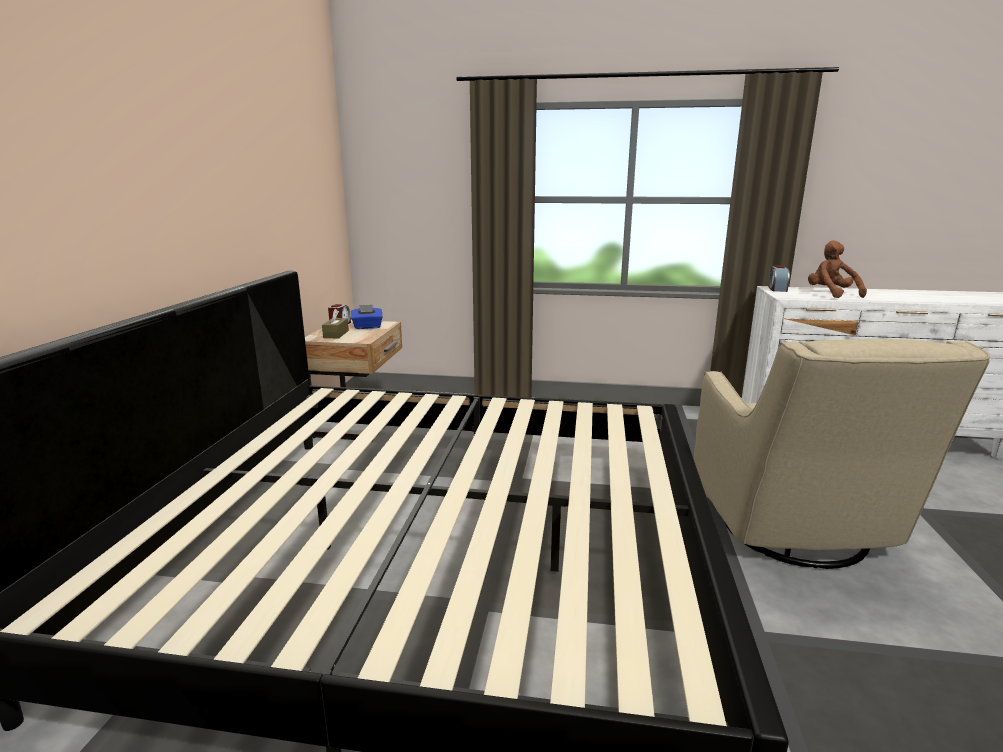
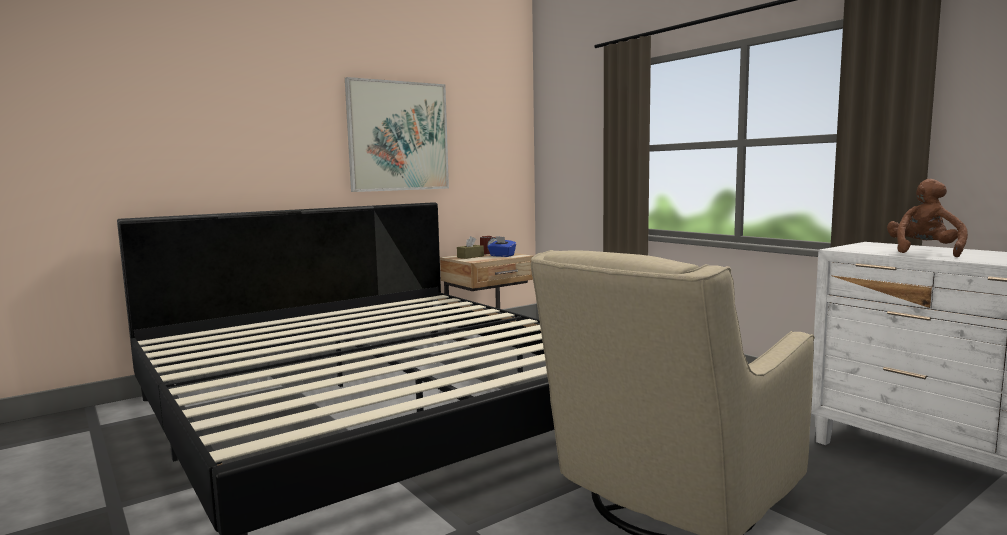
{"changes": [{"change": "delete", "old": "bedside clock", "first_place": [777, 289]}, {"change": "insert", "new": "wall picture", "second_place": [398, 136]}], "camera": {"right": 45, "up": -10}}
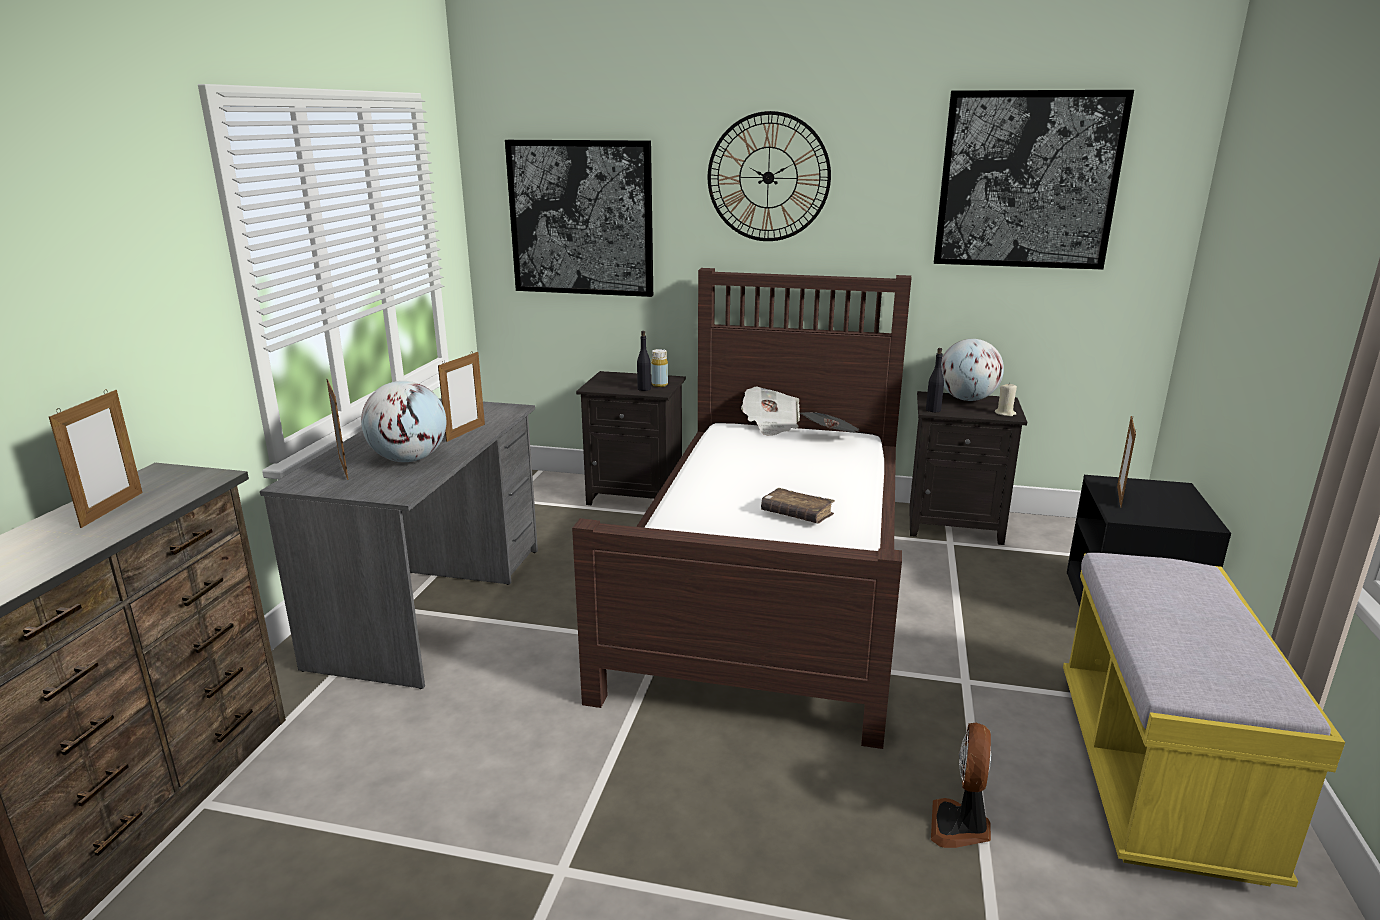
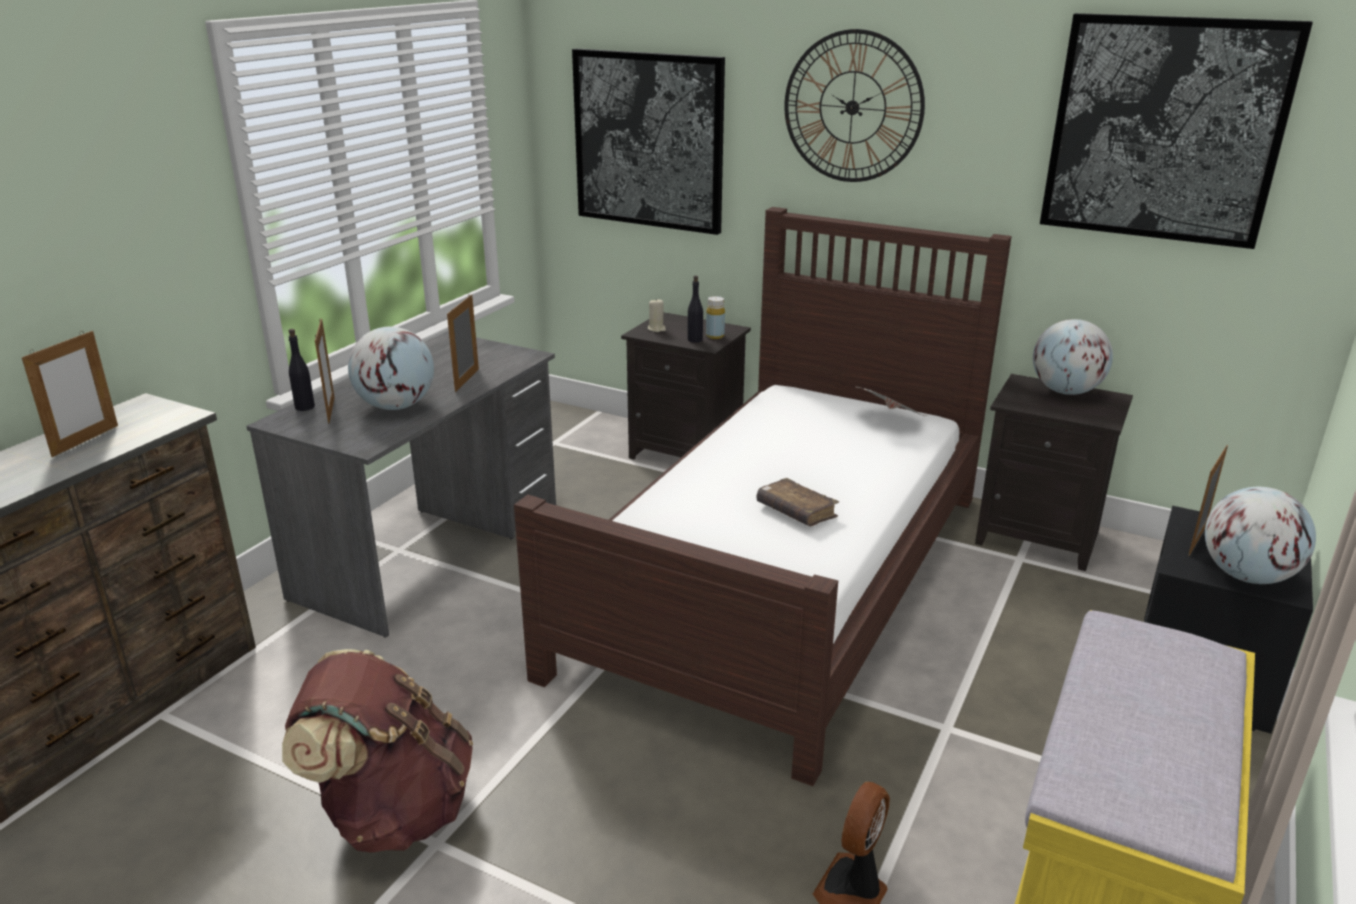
{"changes": [{"change": "delete", "old": "daily paper", "first_place": [770, 425]}, {"change": "insert", "new": "backpack/brown", "second_place": [392, 811]}, {"change": "insert", "new": "world globe", "second_place": [1246, 576]}, {"change": "move", "old": "drink bottle/black", "first_place": [933, 410], "second_place": [305, 407]}, {"change": "move", "old": "wax candle/sand-coloured", "first_place": [1005, 413], "second_place": [656, 329]}, {"change": "rotate", "old": "picture frame", "first_place": [465, 432], "second_place": [467, 380], "degrees": 150}], "camera": {"right": 15, "up": 5}}
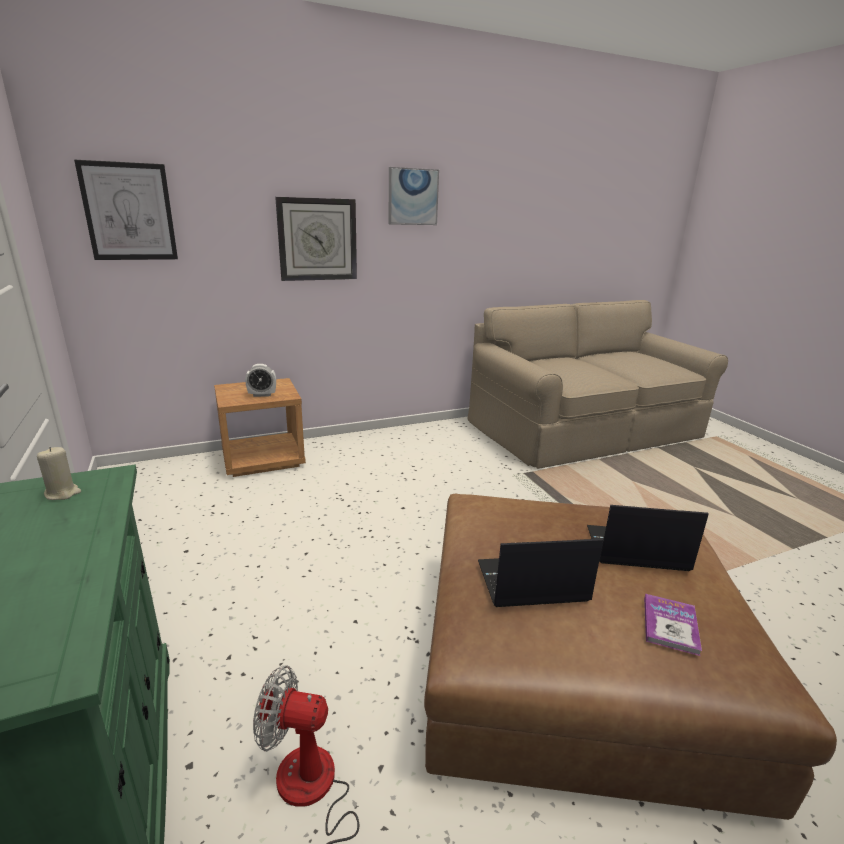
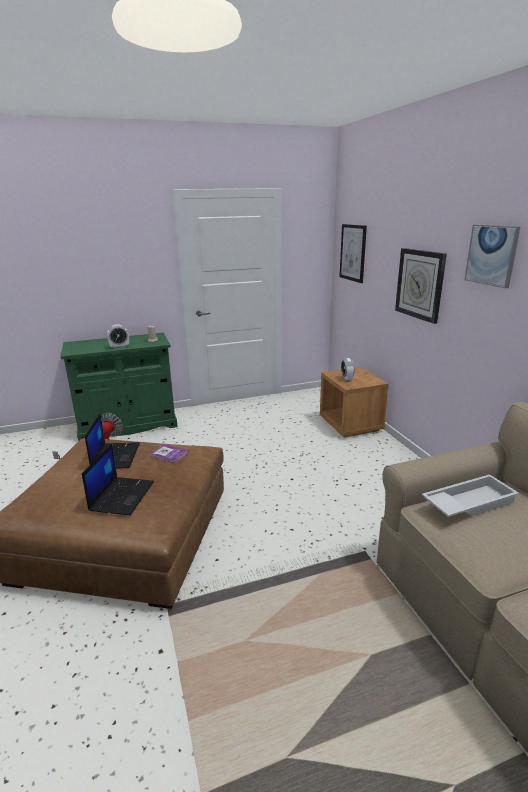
{"changes": [{"change": "insert", "new": "bedside clock", "second_place": [119, 347]}, {"change": "insert", "new": "serving tray/white", "second_place": [468, 502]}, {"change": "move", "old": "bound book", "first_place": [670, 625], "second_place": [169, 454]}], "camera": {"right": 95, "up": 0}}
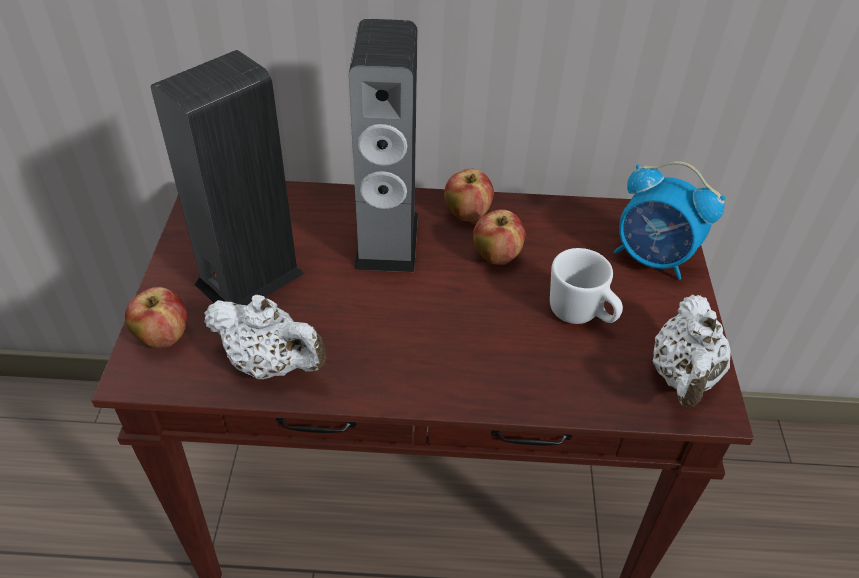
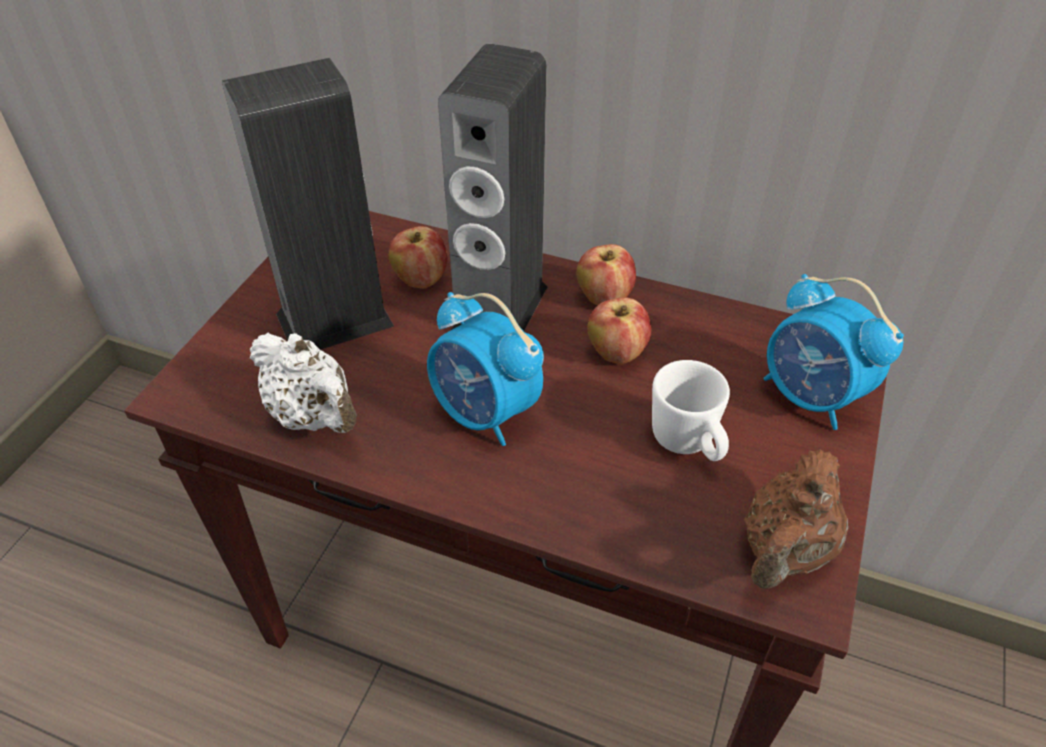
{"changes": [{"change": "insert", "new": "bedside clock", "second_place": [485, 413]}, {"change": "move", "old": "apple", "first_place": [163, 337], "second_place": [421, 279]}, {"change": "recolor", "old": "pot for tea/white", "new": "pot for tea/brown", "first_place": [682, 378], "second_place": [784, 551]}], "camera": {"right": 20, "up": 0}}
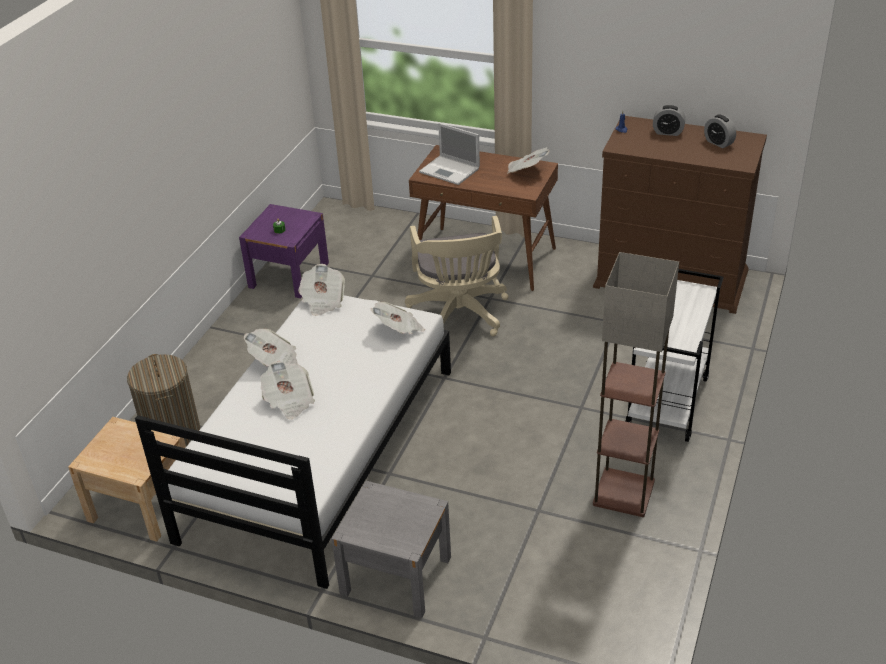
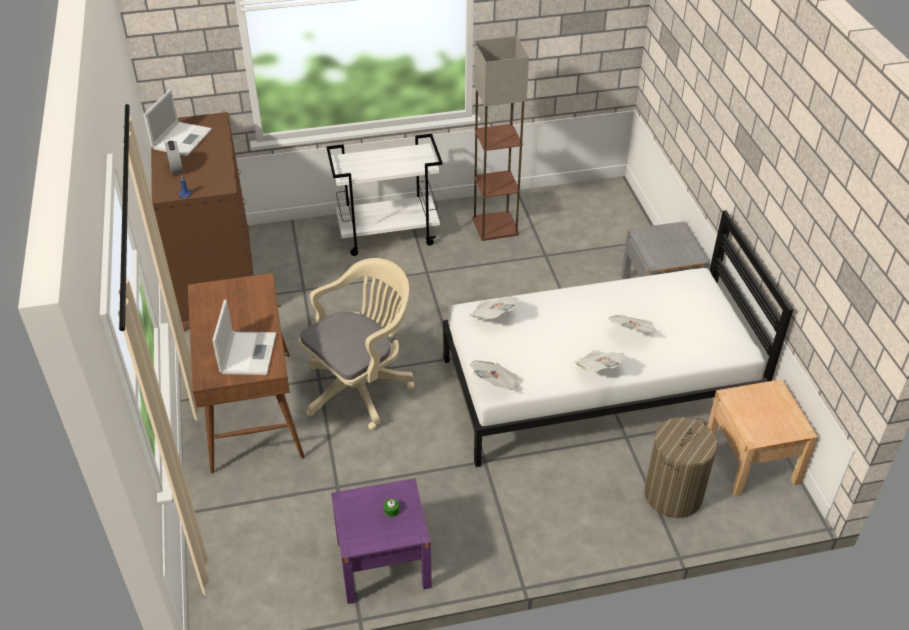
{"changes": [{"change": "delete", "old": "daily paper", "first_place": [526, 171]}, {"change": "replace", "old": "bedside clock", "new": "laptop", "first_place": [718, 143], "second_place": [182, 138]}], "camera": {"right": -125, "up": 5}}
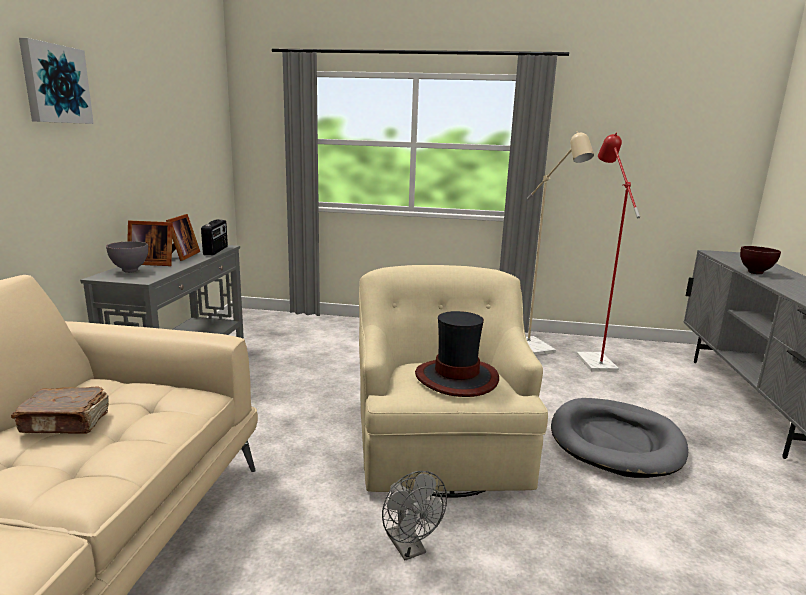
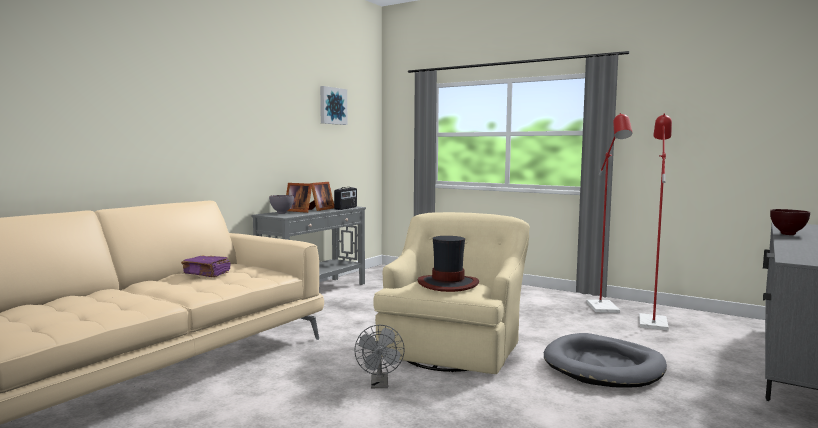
{"changes": [{"change": "move", "old": "wall picture", "first_place": [55, 84], "second_place": [332, 106]}, {"change": "recolor", "old": "bound book/brown", "new": "bound book/purplish", "first_place": [66, 423], "second_place": [207, 273]}, {"change": "recolor", "old": "standing lamp/sand-coloured", "new": "standing lamp/reddish", "first_place": [538, 349], "second_place": [605, 309]}], "camera": {"right": 25, "up": -10}}
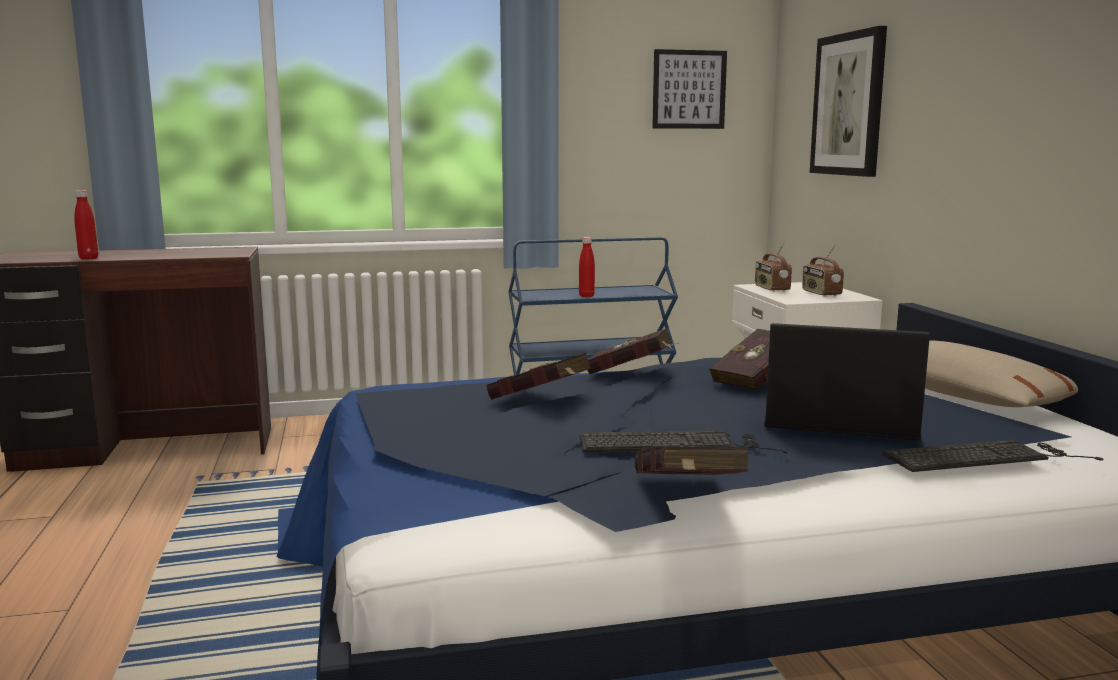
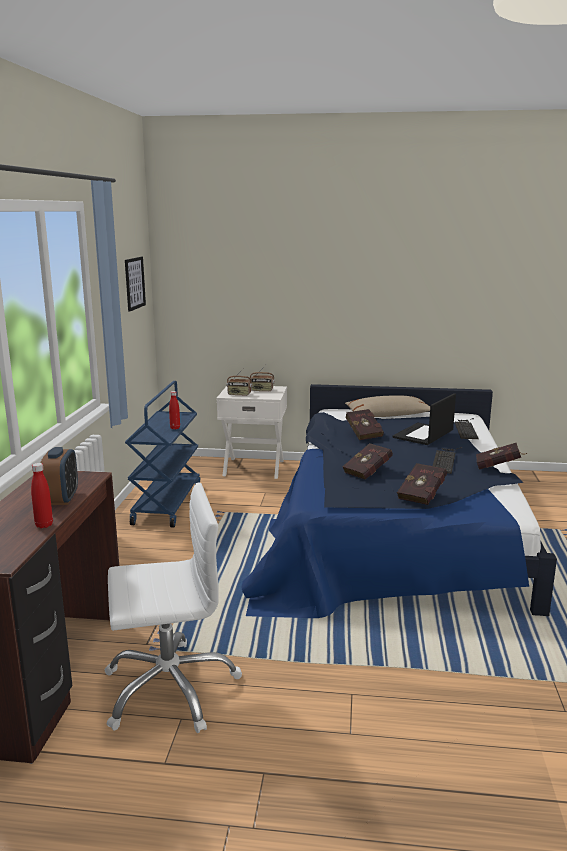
{"changes": [{"change": "delete", "old": "wall picture", "first_place": [849, 104]}, {"change": "insert", "new": "bedside clock", "second_place": [62, 499]}, {"change": "insert", "new": "office chair/white", "second_place": [170, 688]}, {"change": "move", "old": "bound book/reddish", "first_place": [632, 374], "second_place": [423, 495]}], "camera": {"right": -70, "up": 5}}
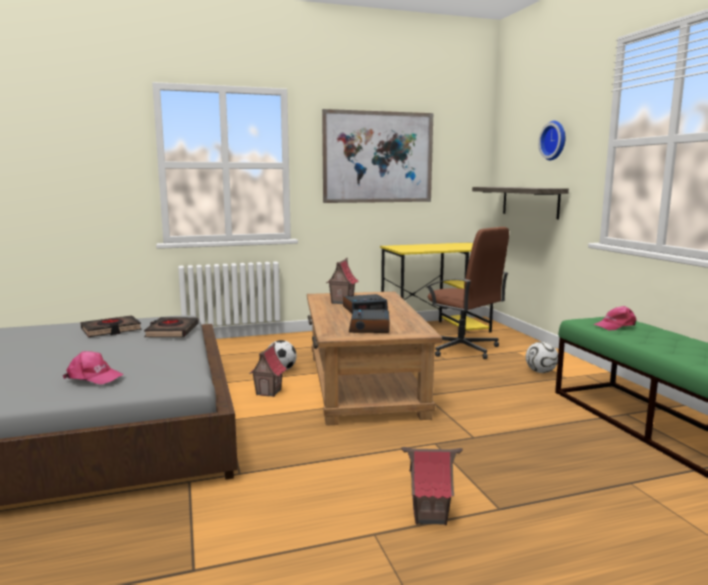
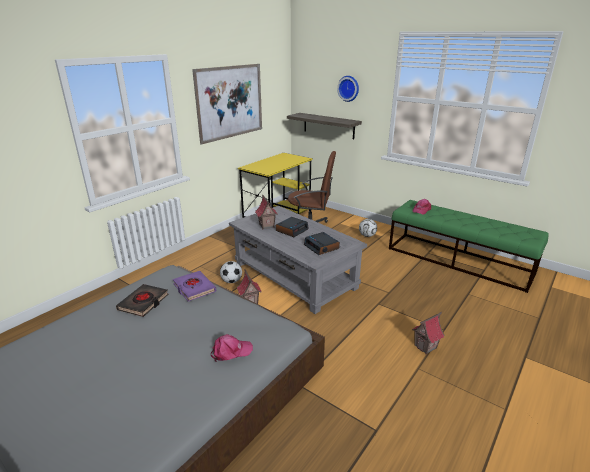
{"changes": [{"change": "recolor", "old": "bound book/black", "new": "bound book/purplish", "first_place": [172, 331], "second_place": [194, 288]}, {"change": "recolor", "old": "lounge table/brown", "new": "lounge table/grey", "first_place": [363, 384], "second_place": [294, 275]}], "camera": {"right": -35, "up": 15}}
